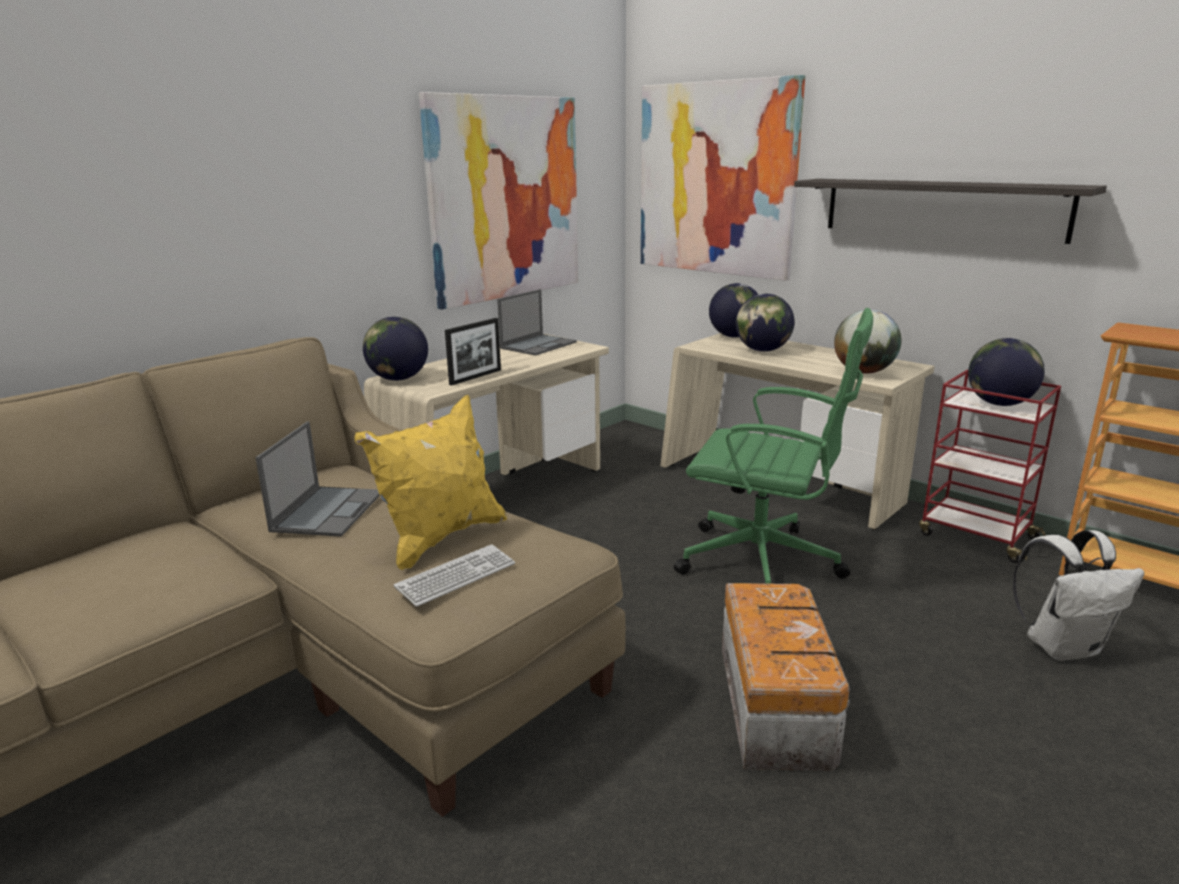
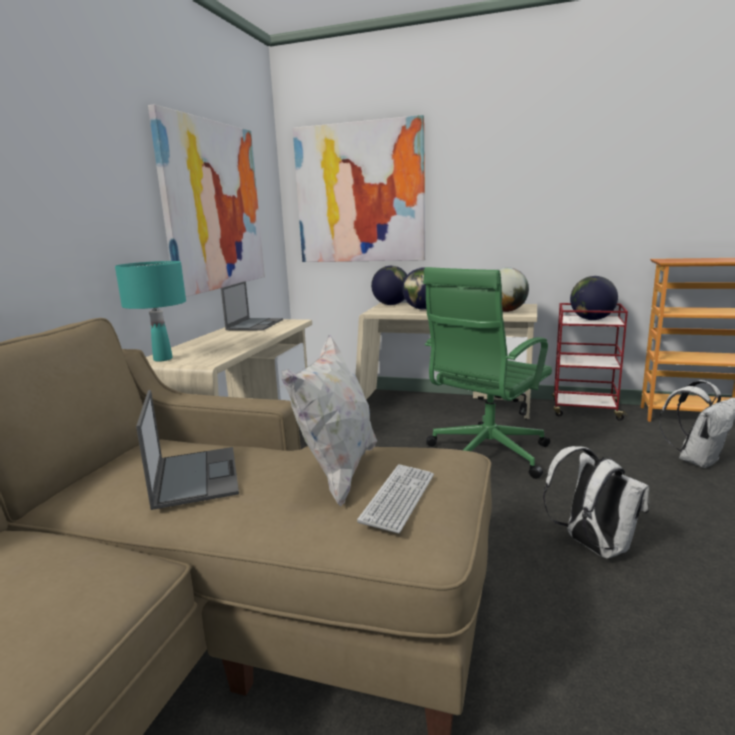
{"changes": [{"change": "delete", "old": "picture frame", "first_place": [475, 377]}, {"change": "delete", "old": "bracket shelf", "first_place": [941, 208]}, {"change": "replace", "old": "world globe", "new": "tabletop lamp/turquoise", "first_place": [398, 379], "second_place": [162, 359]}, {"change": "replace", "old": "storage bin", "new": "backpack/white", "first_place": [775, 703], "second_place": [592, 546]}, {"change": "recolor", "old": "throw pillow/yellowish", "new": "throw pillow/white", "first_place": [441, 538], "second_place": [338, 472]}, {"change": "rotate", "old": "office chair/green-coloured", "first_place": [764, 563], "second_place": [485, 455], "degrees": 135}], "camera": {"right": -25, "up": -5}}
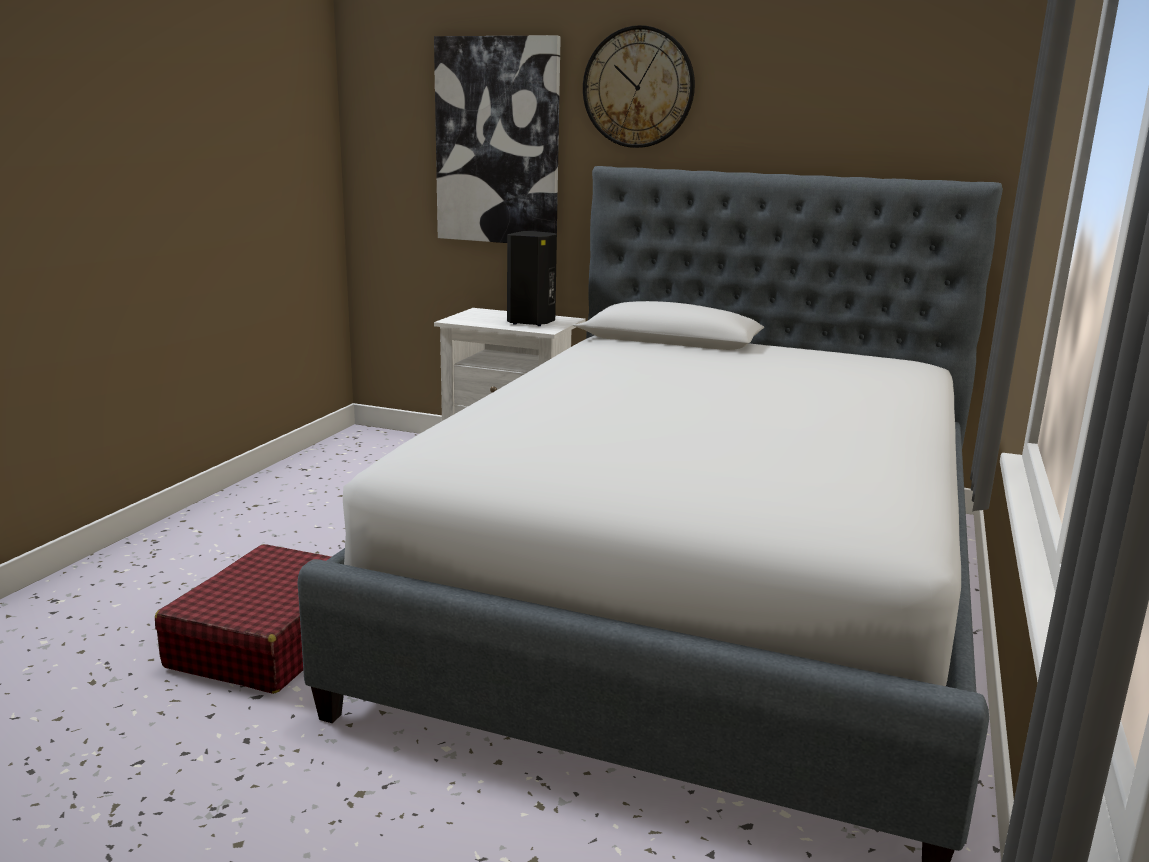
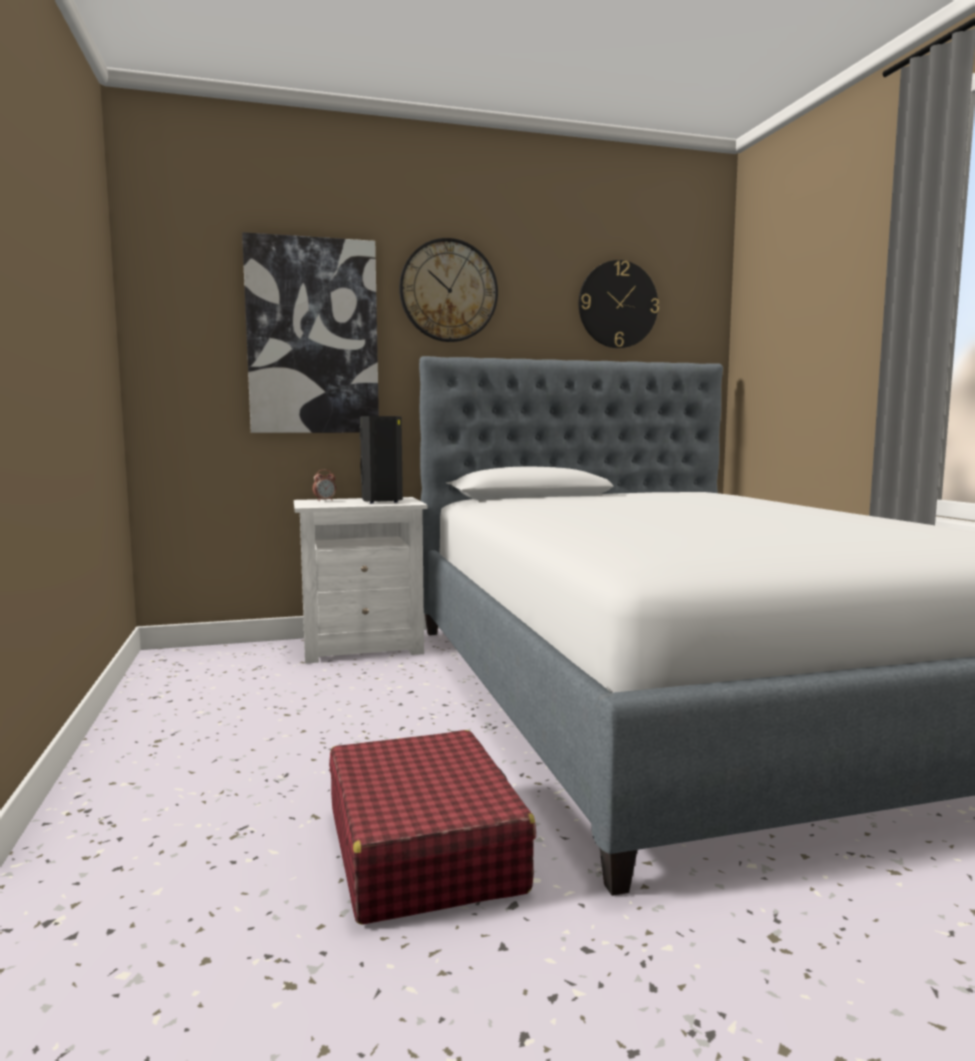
{"changes": [{"change": "insert", "new": "bedside clock", "second_place": [324, 500]}, {"change": "insert", "new": "wall clock", "second_place": [618, 304]}], "camera": {"right": -35, "up": -10}}
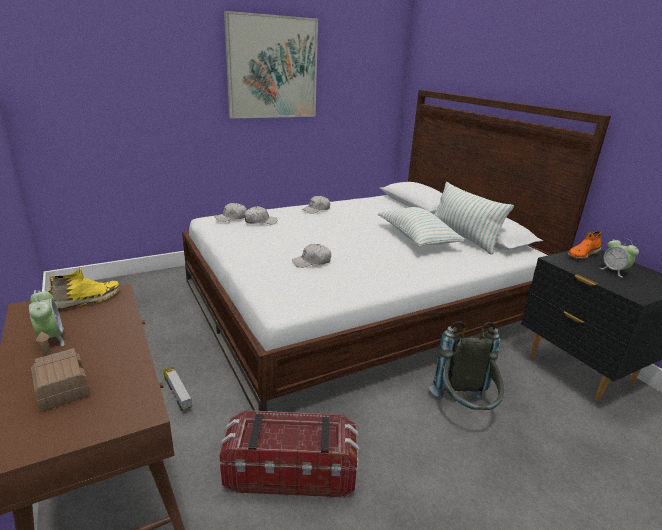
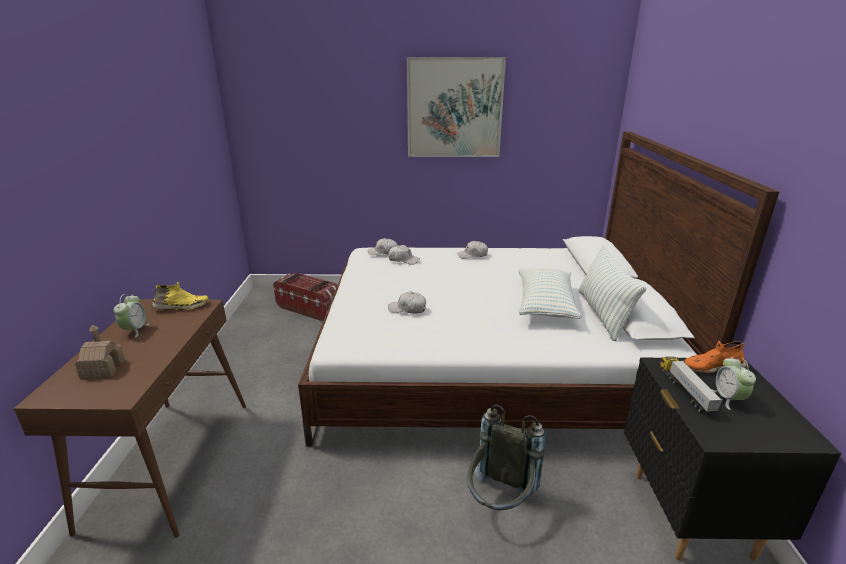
{"changes": [{"change": "move", "old": "model truck", "first_place": [178, 393], "second_place": [685, 391]}, {"change": "move", "old": "storage bin", "first_place": [290, 471], "second_place": [310, 308]}], "camera": {"right": 30, "up": 0}}
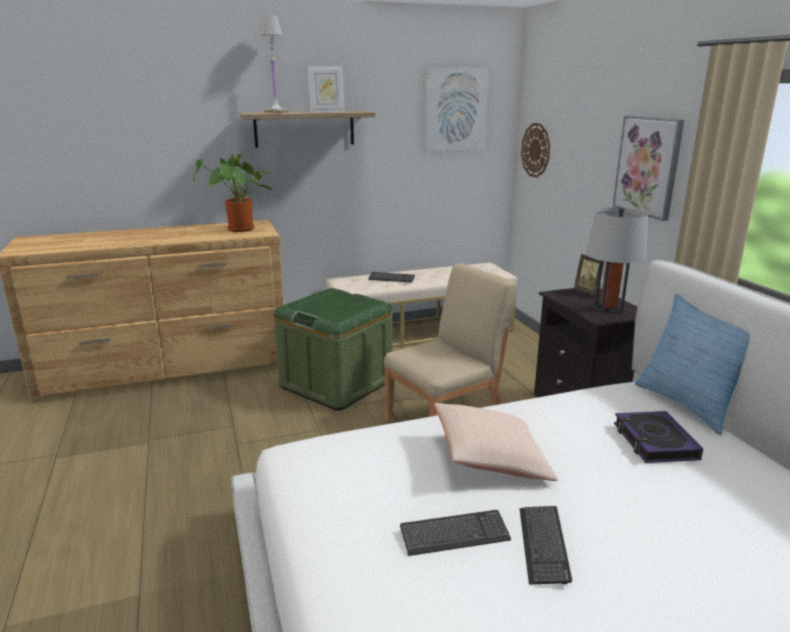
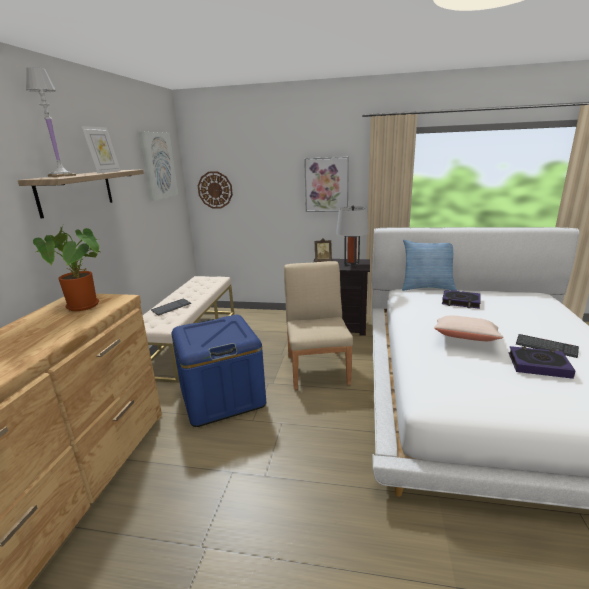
{"changes": [{"change": "replace", "old": "computer keyboard", "new": "bound book", "first_place": [454, 534], "second_place": [538, 365]}, {"change": "recolor", "old": "storage bin/green-coloured", "new": "storage bin/bluish", "first_place": [336, 383], "second_place": [222, 397]}], "camera": {"right": -60, "up": 0}}
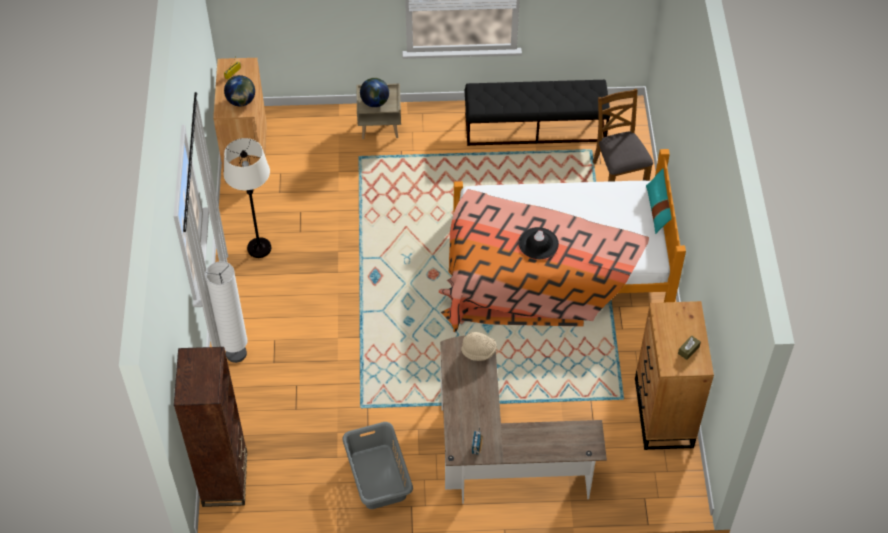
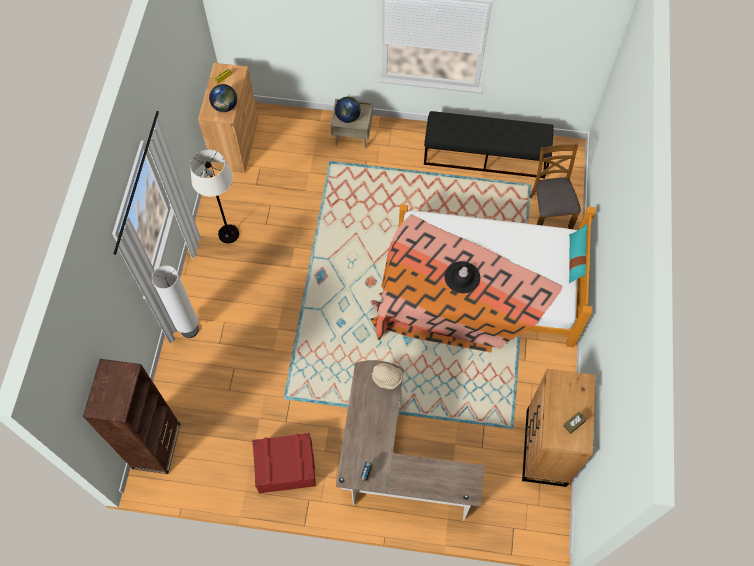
{"changes": [{"change": "replace", "old": "washing basket/grey", "new": "storage bin/reddish", "first_place": [377, 477], "second_place": [285, 467]}], "camera": {"right": 10, "up": 10}}
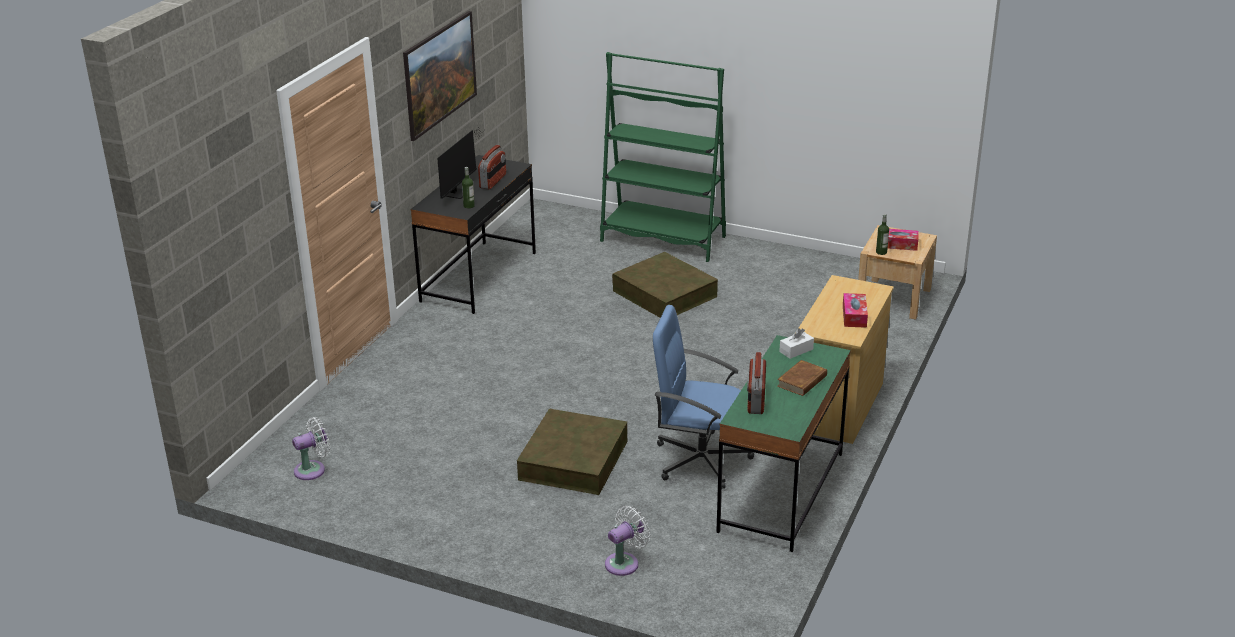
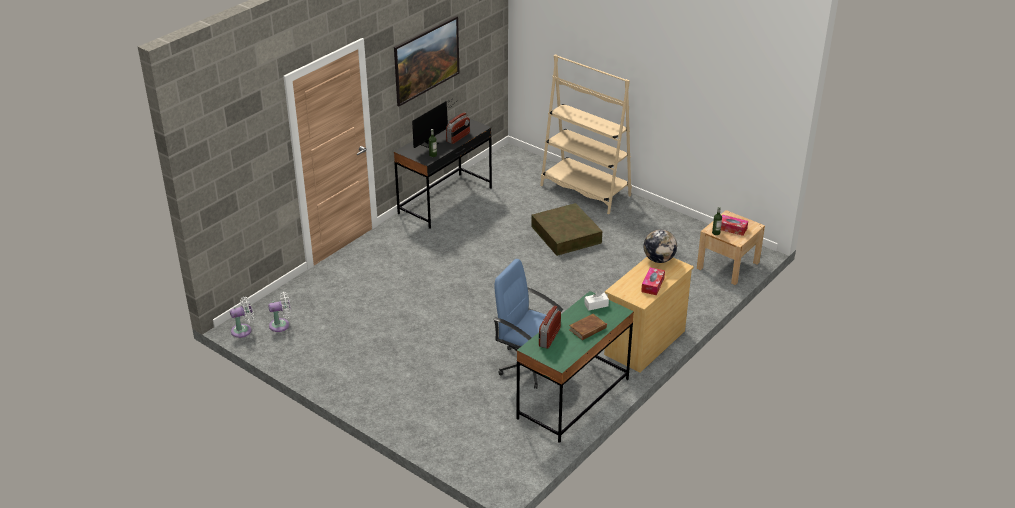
{"changes": [{"change": "delete", "old": "storage bin/brown", "first_place": [573, 460]}, {"change": "insert", "new": "world globe", "second_place": [659, 259]}, {"change": "move", "old": "cooling fan/white", "first_place": [625, 562], "second_place": [243, 330]}, {"change": "recolor", "old": "bookshelf/green-coloured", "new": "bookshelf/sand-coloured", "first_place": [663, 239], "second_place": [585, 191]}], "camera": {"right": 15, "up": 5}}
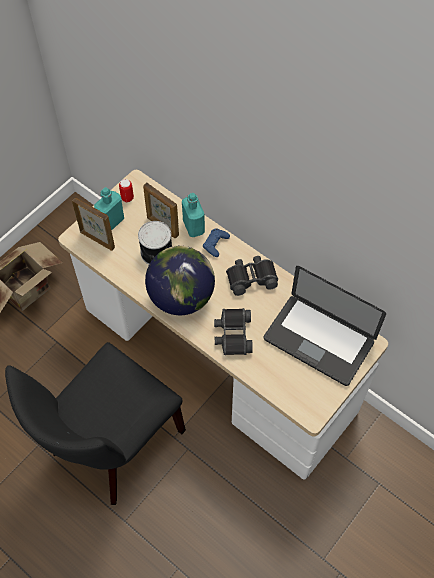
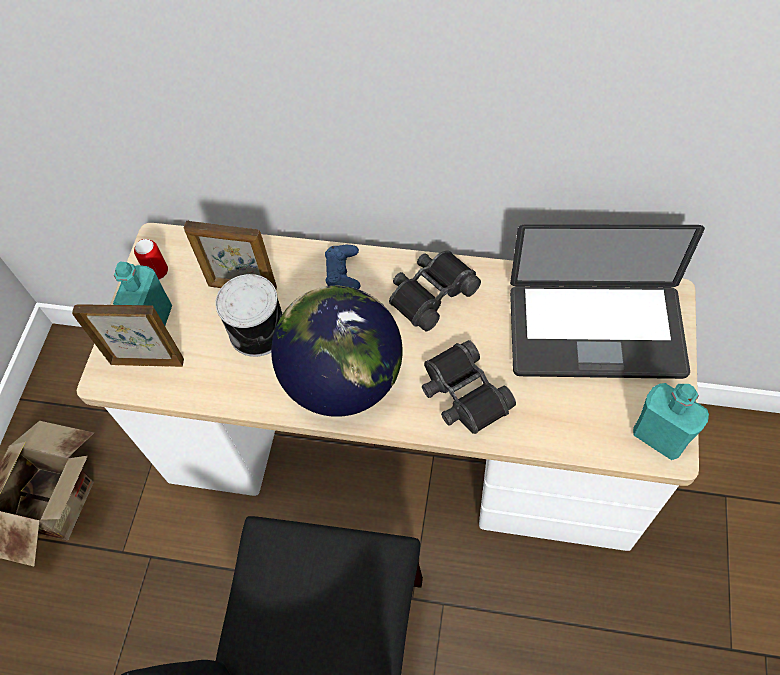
{"changes": [{"change": "move", "old": "drink bottle/turquoise", "first_place": [193, 227], "second_place": [659, 437]}], "camera": {"right": -25, "up": 0}}
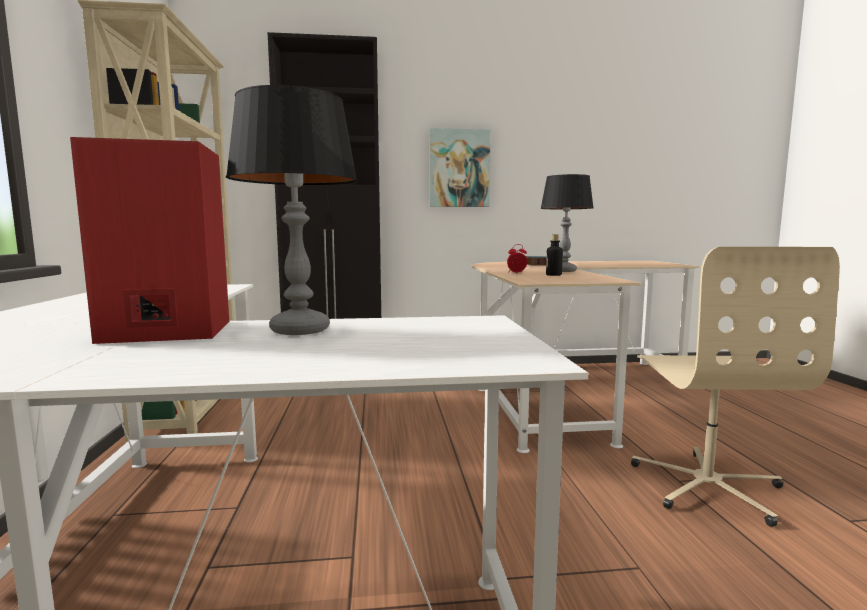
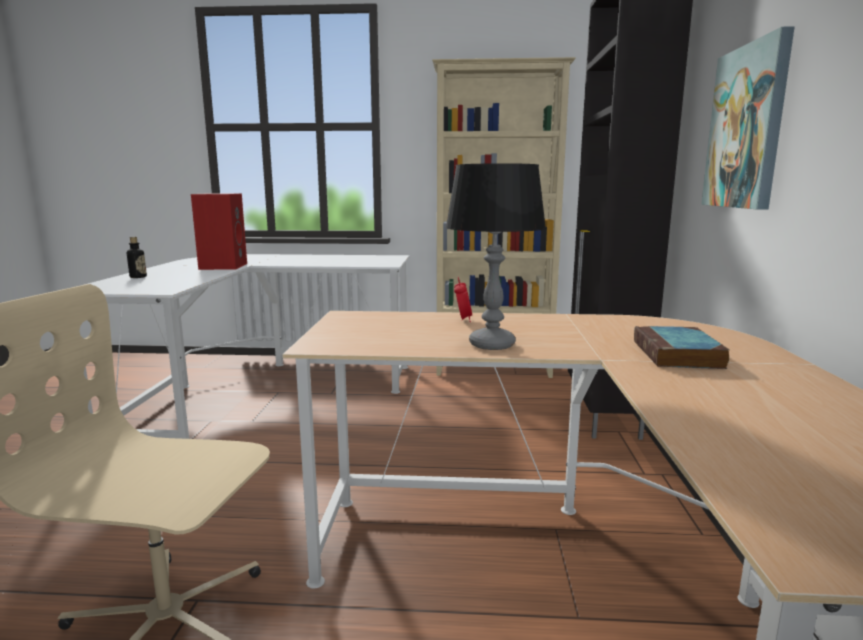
{"changes": [{"change": "delete", "old": "tabletop lamp", "first_place": [300, 330]}, {"change": "move", "old": "drink bottle", "first_place": [553, 275], "second_place": [138, 277]}], "camera": {"right": 100, "up": 5}}
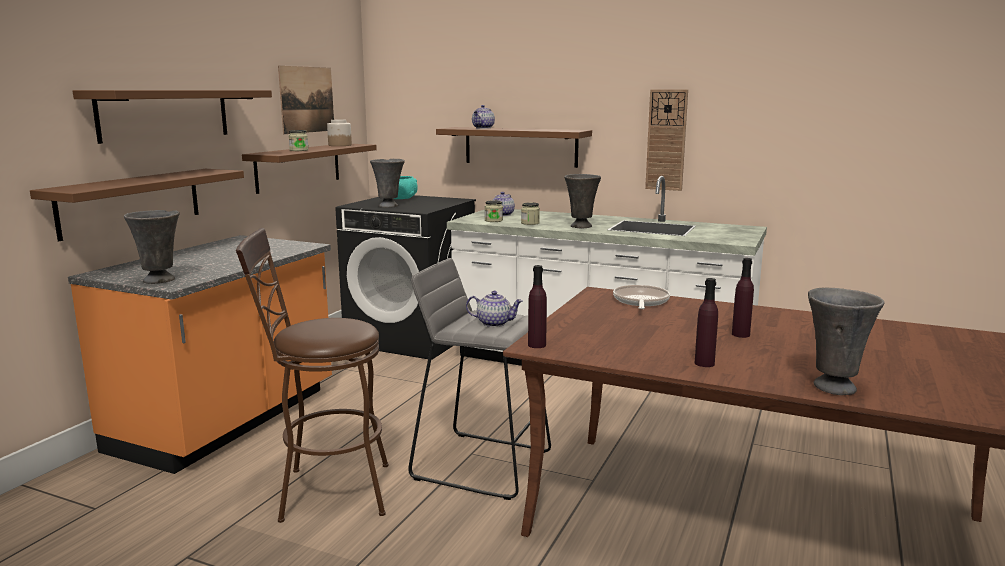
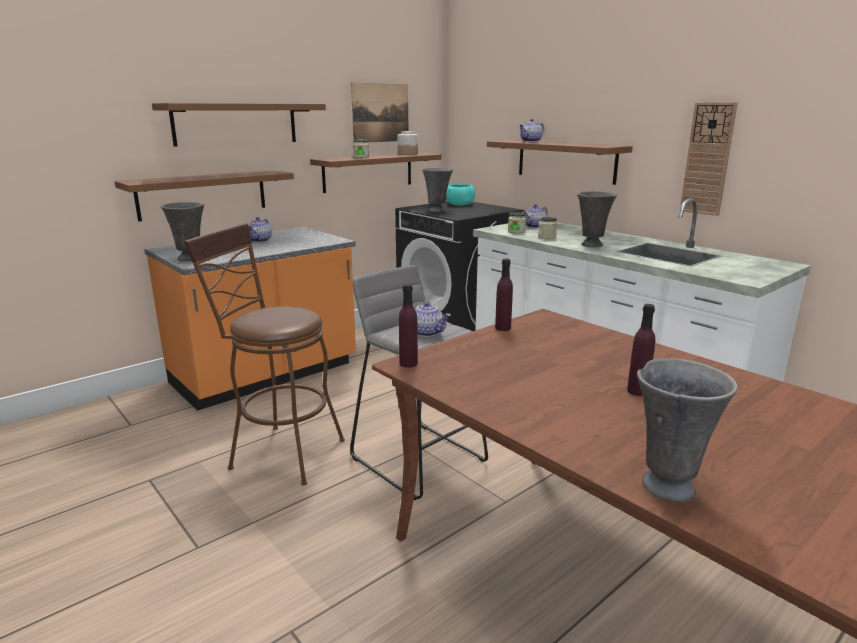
{"changes": [{"change": "delete", "old": "pan", "first_place": [640, 301]}, {"change": "insert", "new": "pot for tea", "second_place": [260, 241]}, {"change": "move", "old": "drink bottle/purplish", "first_place": [704, 363], "second_place": [503, 328]}], "camera": {"right": 25, "up": 5}}
